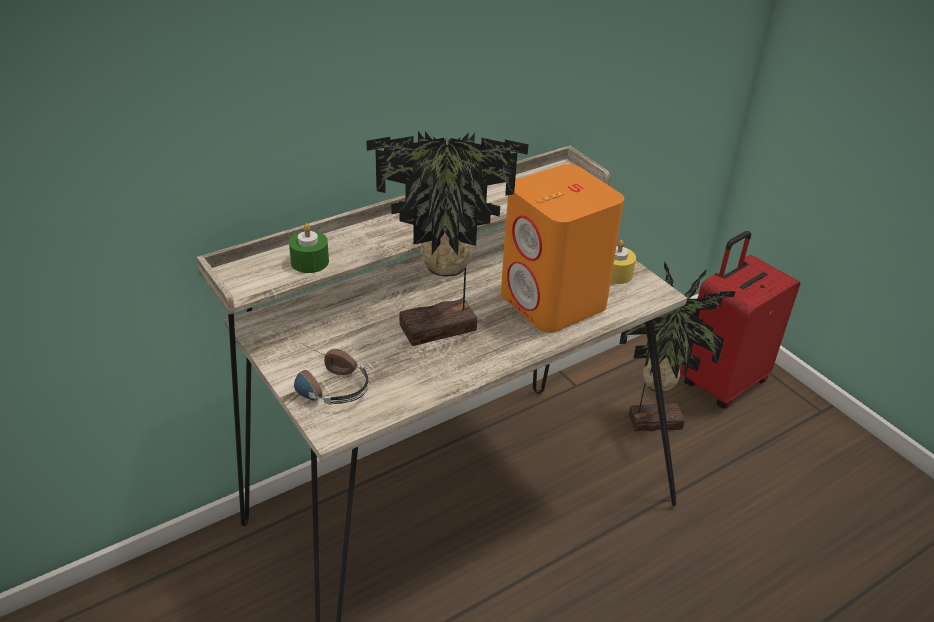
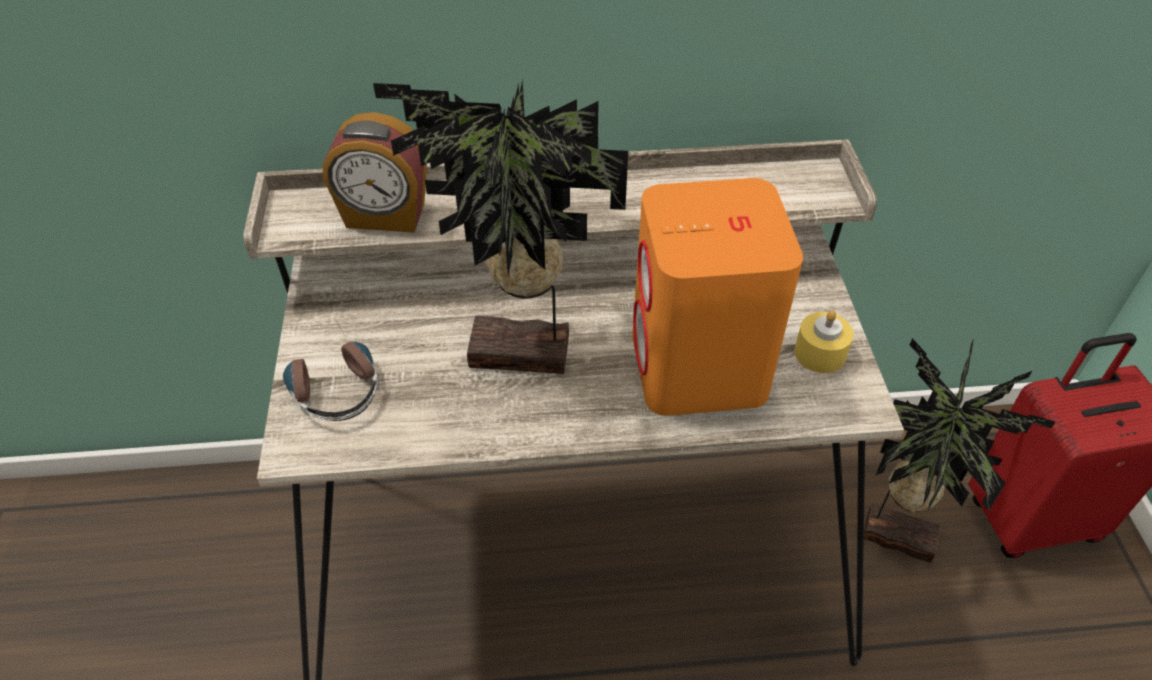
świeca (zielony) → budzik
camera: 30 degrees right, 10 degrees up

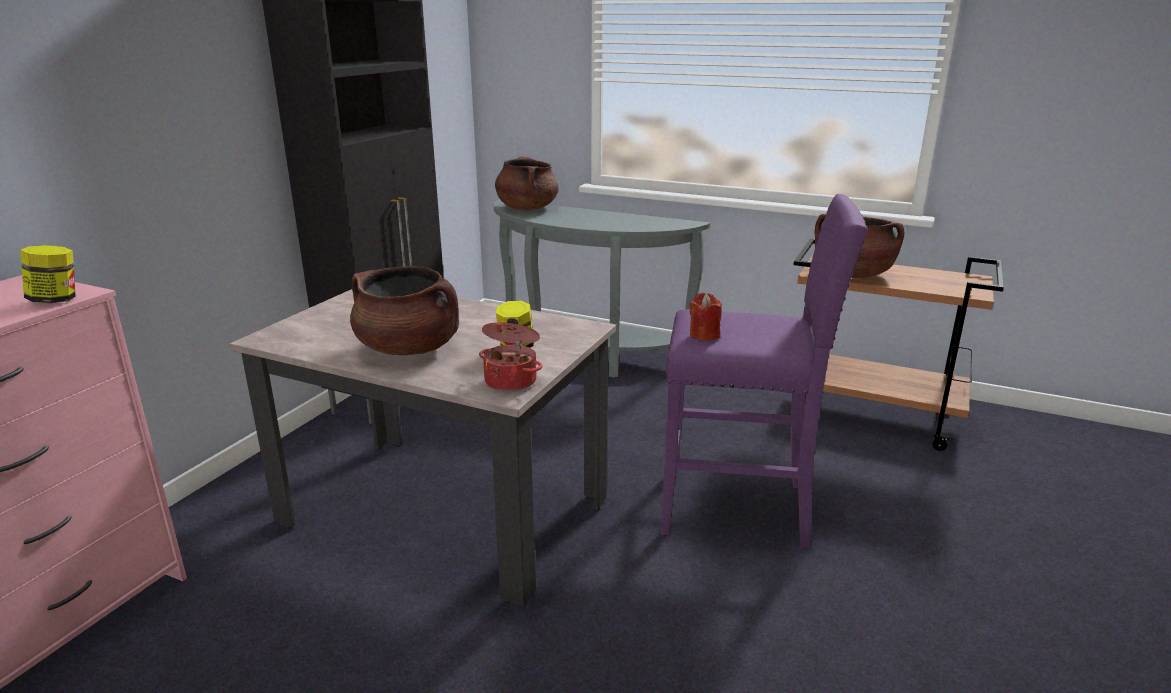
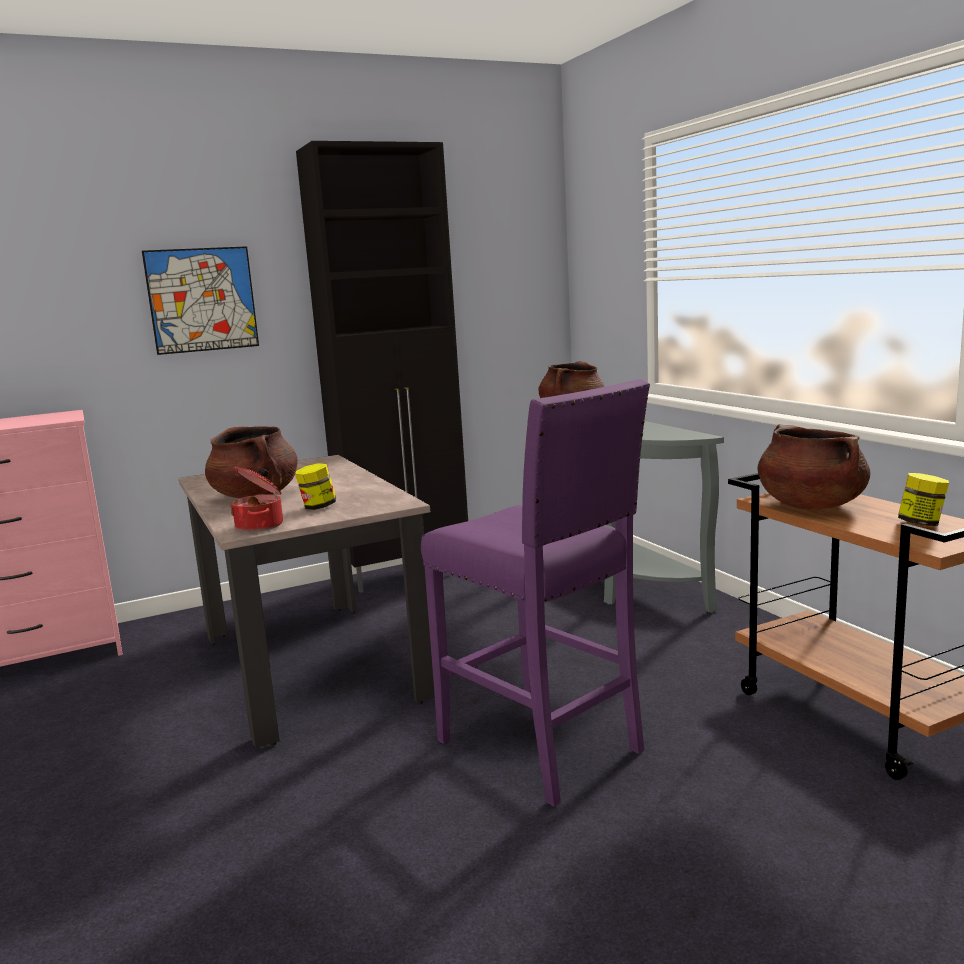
słoik (no. 1 from left in the first image) → słoik (no. 2 from left), shifted
świeca (czerwony) → -
- → obraz
camera: 40 degrees right, 10 degrees down

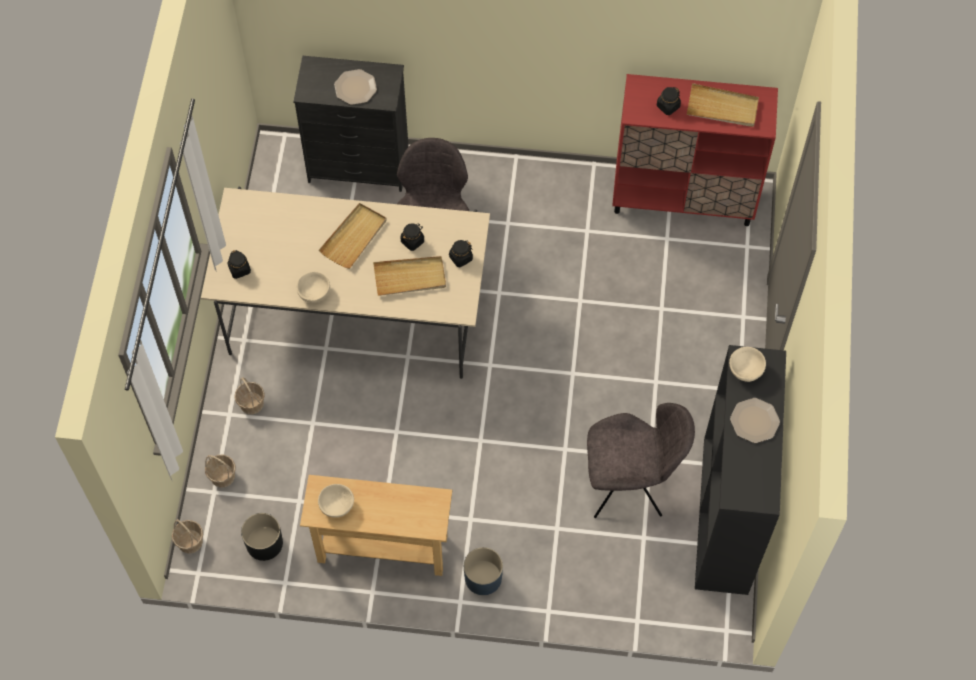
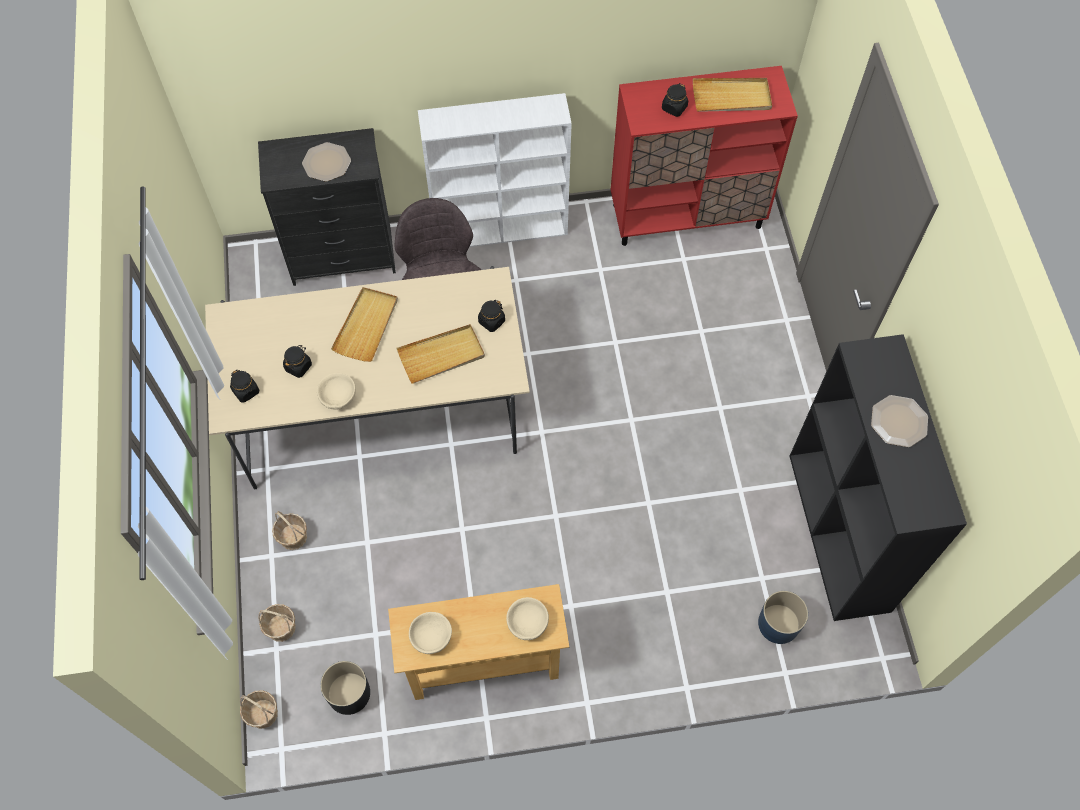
słoik (czarny) (no. 2 from left), shifted
donica (niebieski), shifted
krzesło (szary) (no. 2 from left) → -
miska (beżowy) (no. 3 from left), shifted
- → regał (biały)
camera: 15 degrees left, 0 degrees up

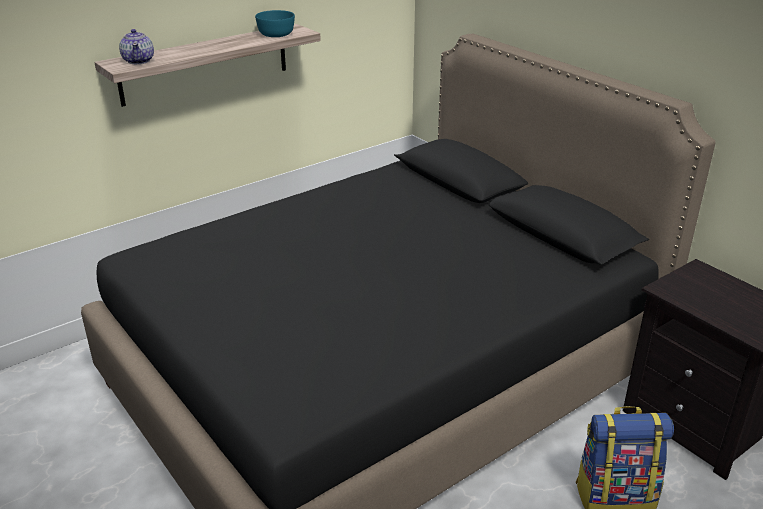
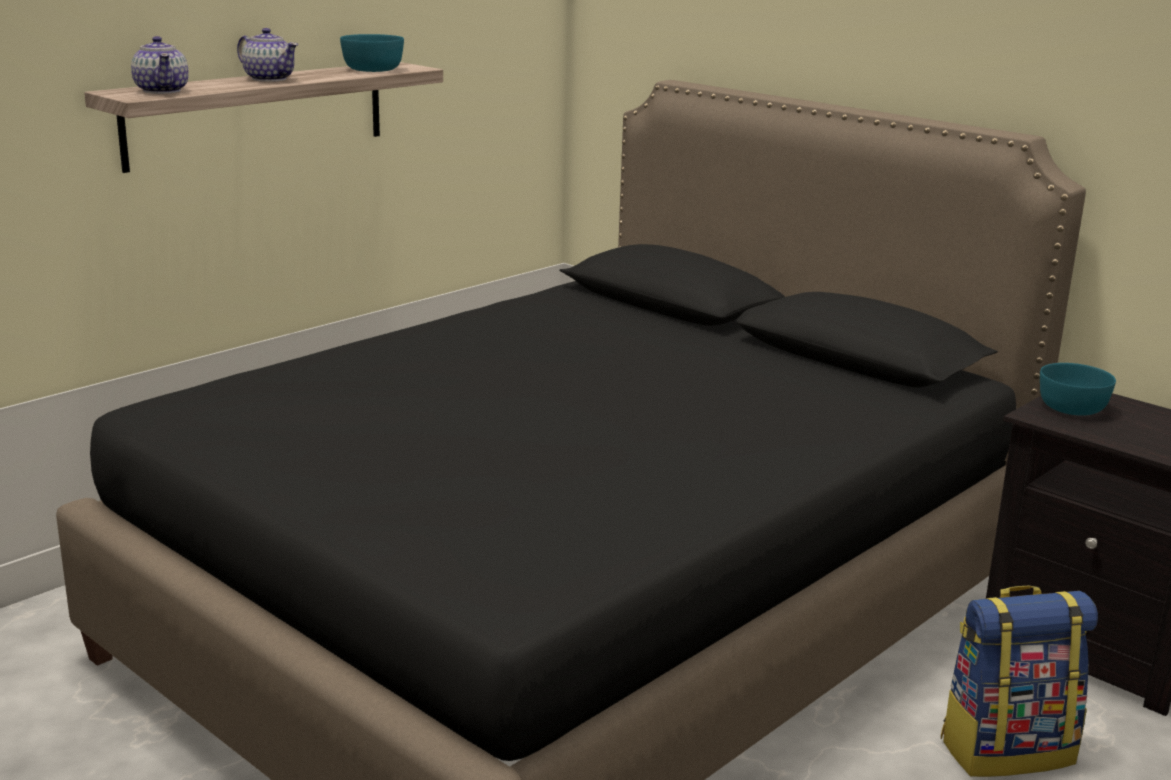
- → imbryk (no. 2 from left)
- → miska (turkusowy) (no. 2 from left)
camera: 10 degrees left, 10 degrees down

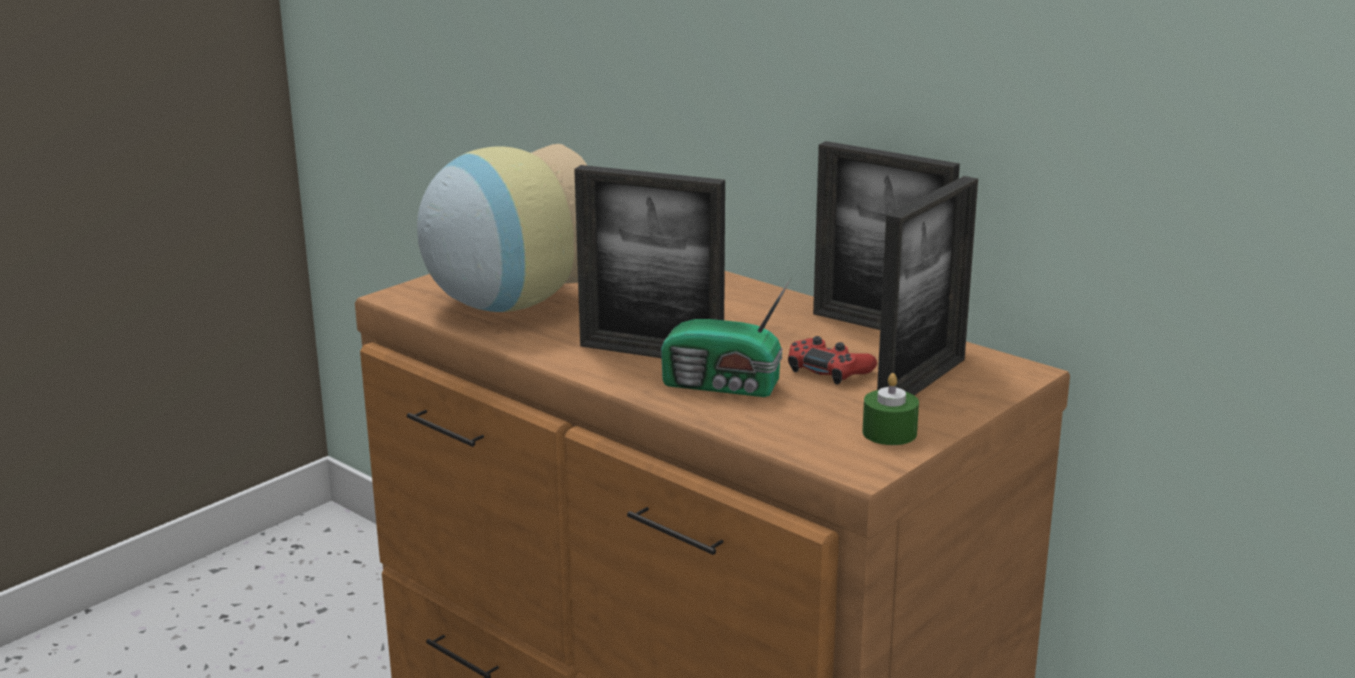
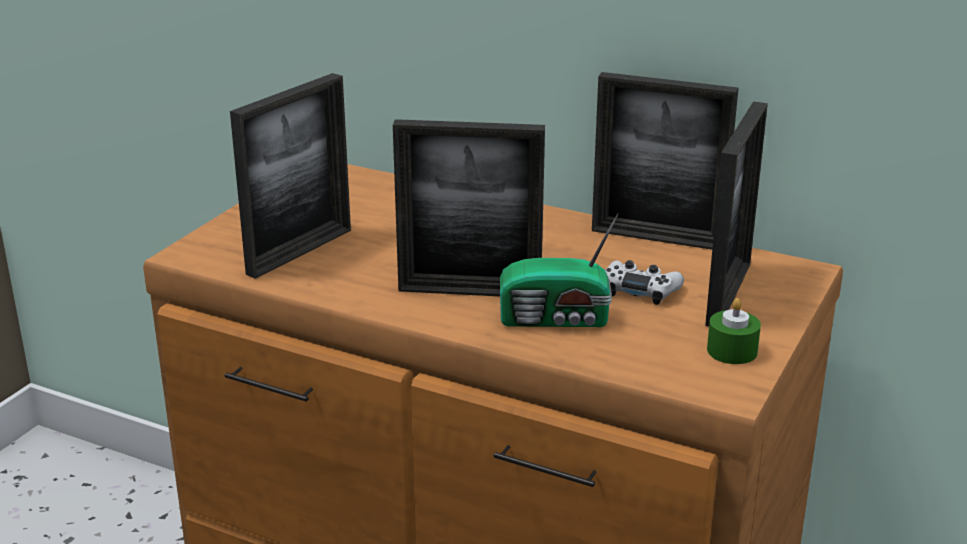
wazon → ramka na zdjęcie (no. 1 from left)
pad do gier (czerwony) → pad do gier (biały)
camera: 15 degrees left, 5 degrees up

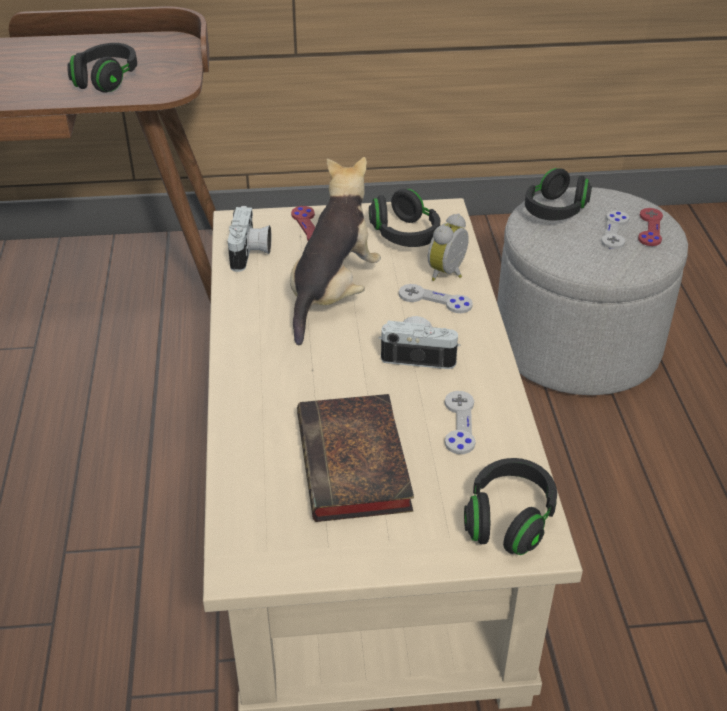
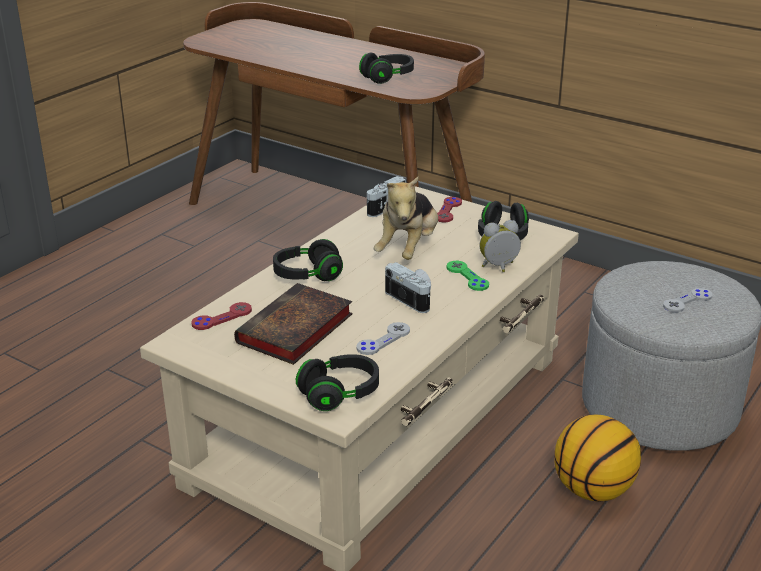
pluszak, 135 degrees clockwise
pad do gier (szary) (no. 1 from left) → pad do gier (zielony)
słuchawki (czarny) (no. 4 from left in the first image) → słuchawki (czarny) (no. 1 from left), shifted
pad do gier (czerwony) (no. 2 from left in the first image) → pad do gier (czerwony) (no. 1 from left), shifted
- → piłka do koszykówki
camera: 40 degrees right, 10 degrees down

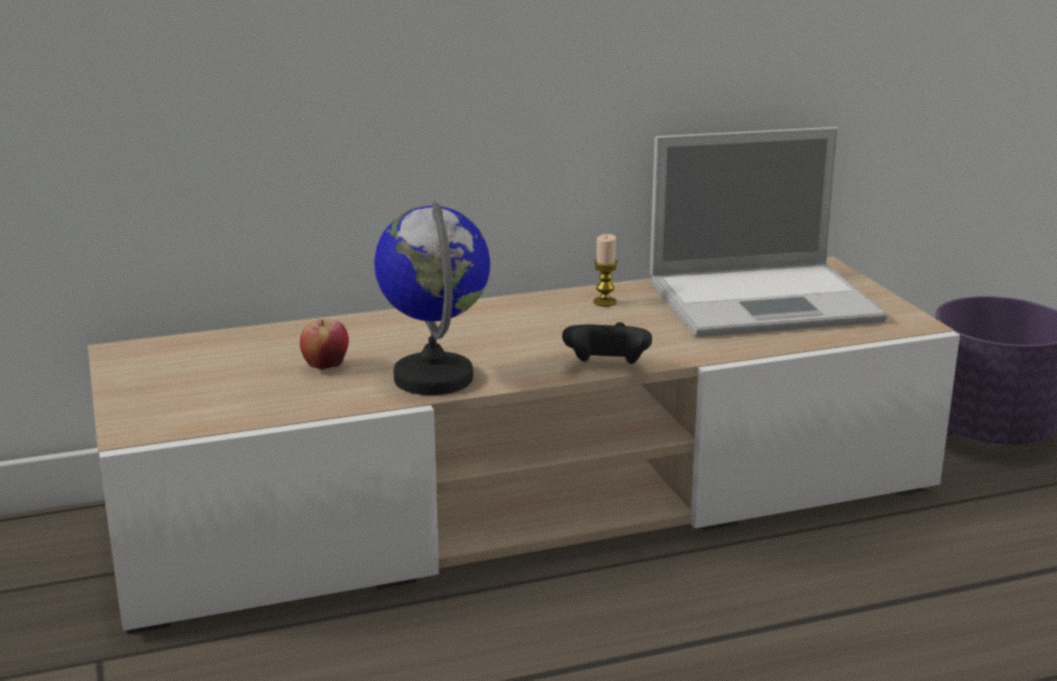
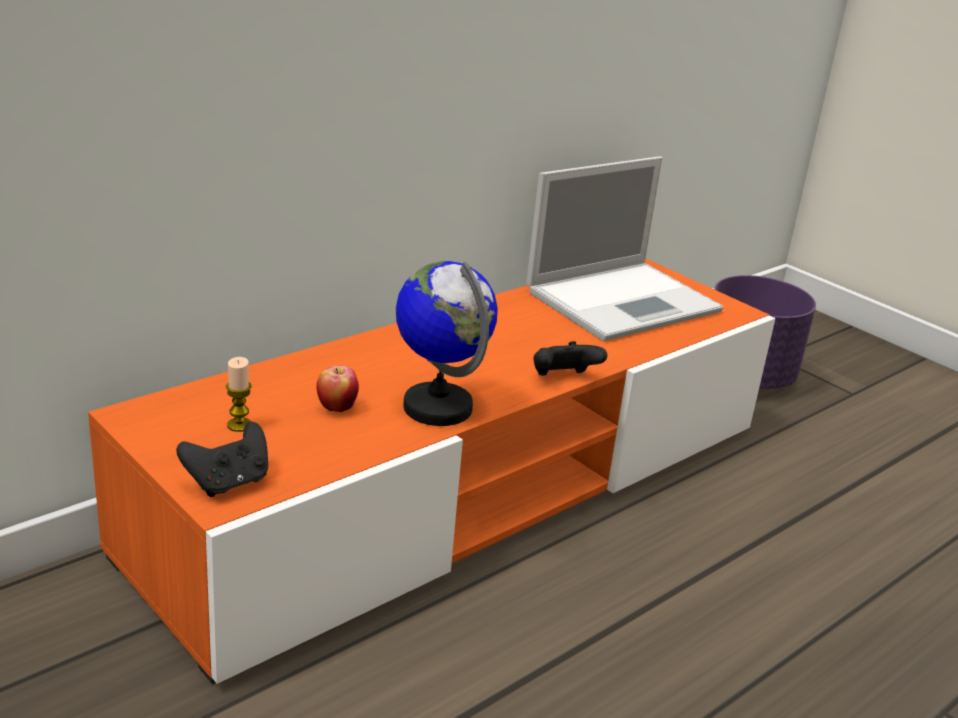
szafka pod telewizor (beżowy) → szafka pod telewizor (pomarańczowy)
świeca, shifted
- → pad do gier (czarny) (no. 1 from left)
camera: 25 degrees left, 5 degrees up

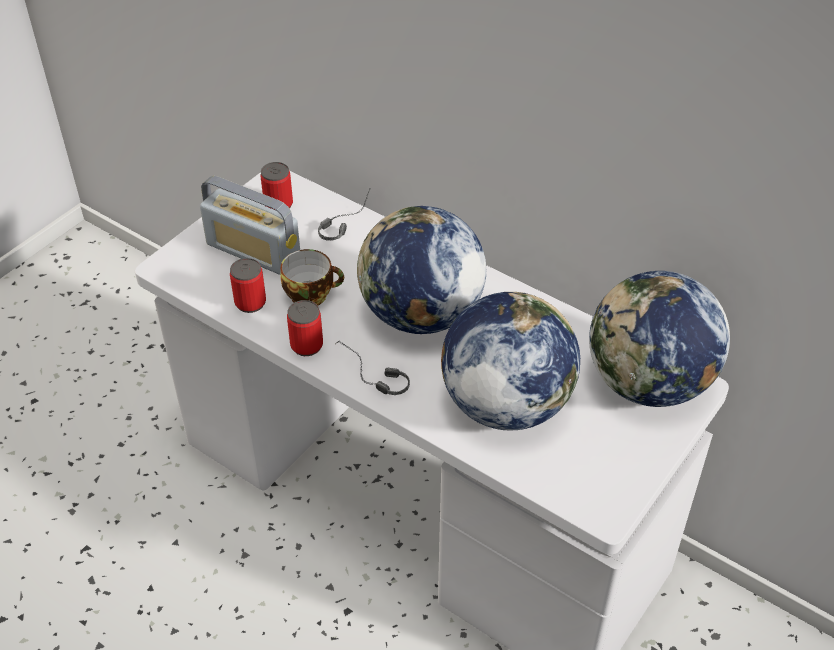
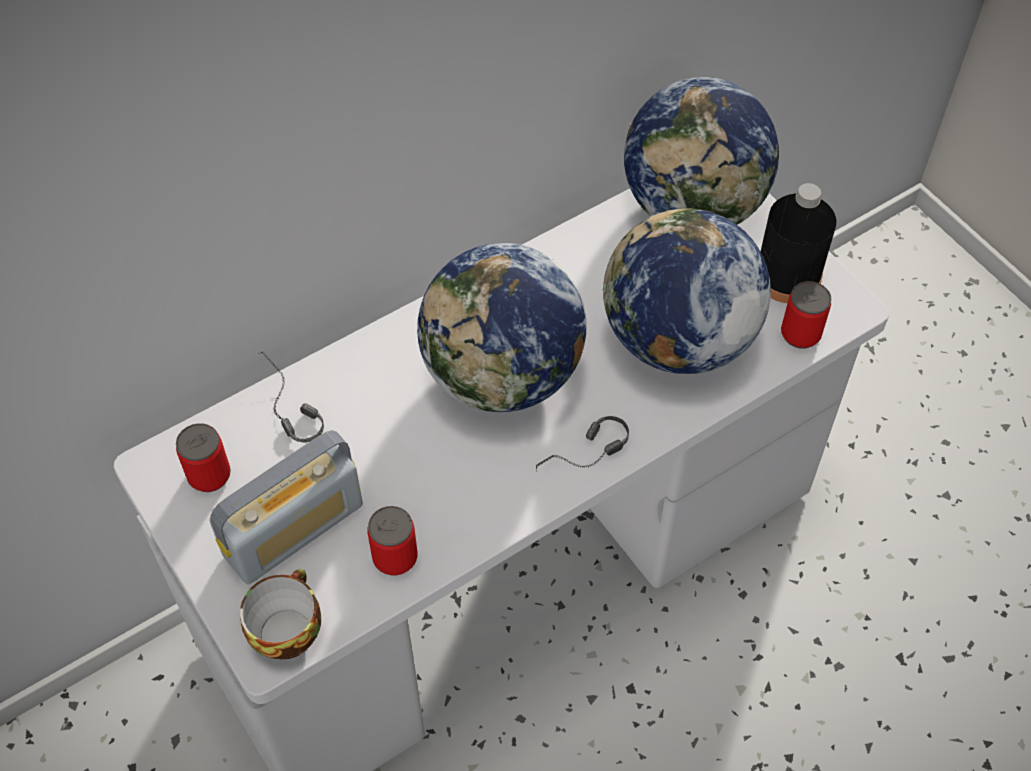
filiżanka, shifted
puszka (no. 3 from left), shifted
- → butelka (czarny)
camera: 70 degrees left, 10 degrees up

